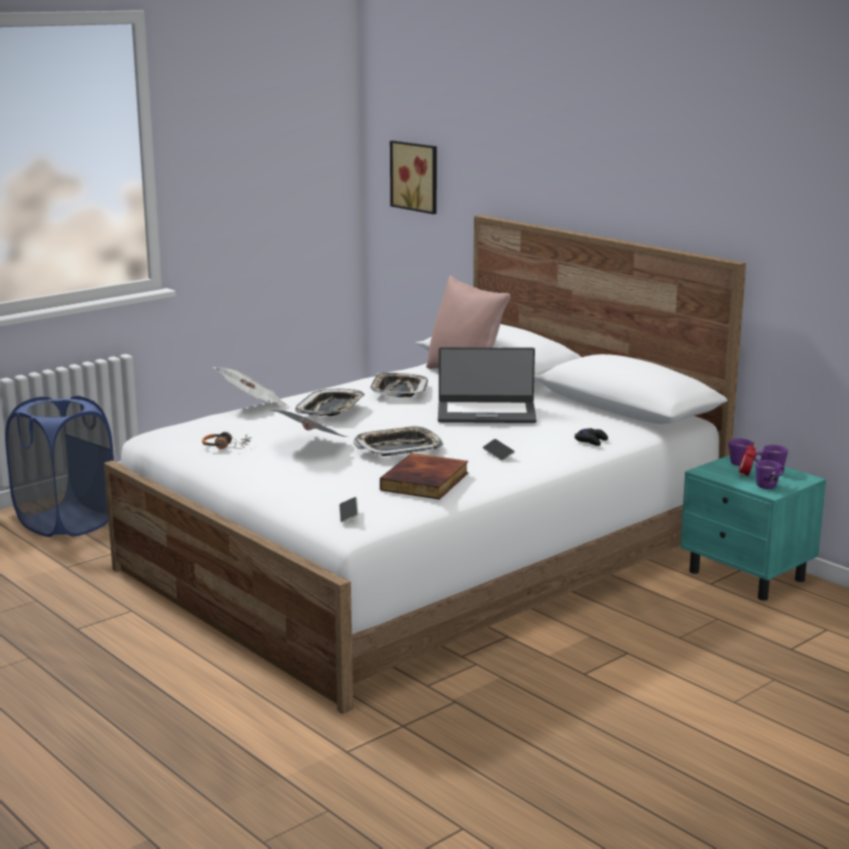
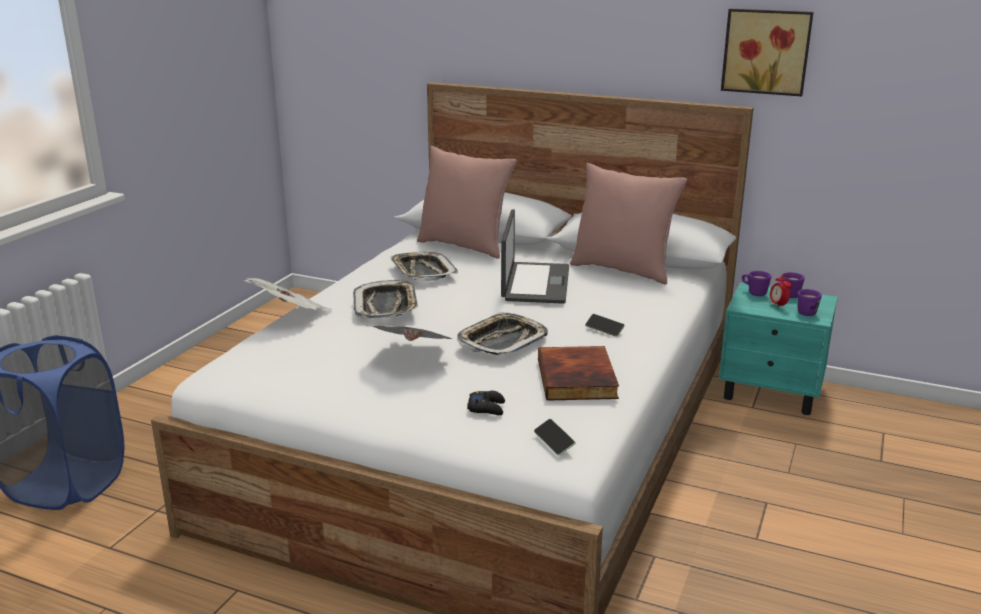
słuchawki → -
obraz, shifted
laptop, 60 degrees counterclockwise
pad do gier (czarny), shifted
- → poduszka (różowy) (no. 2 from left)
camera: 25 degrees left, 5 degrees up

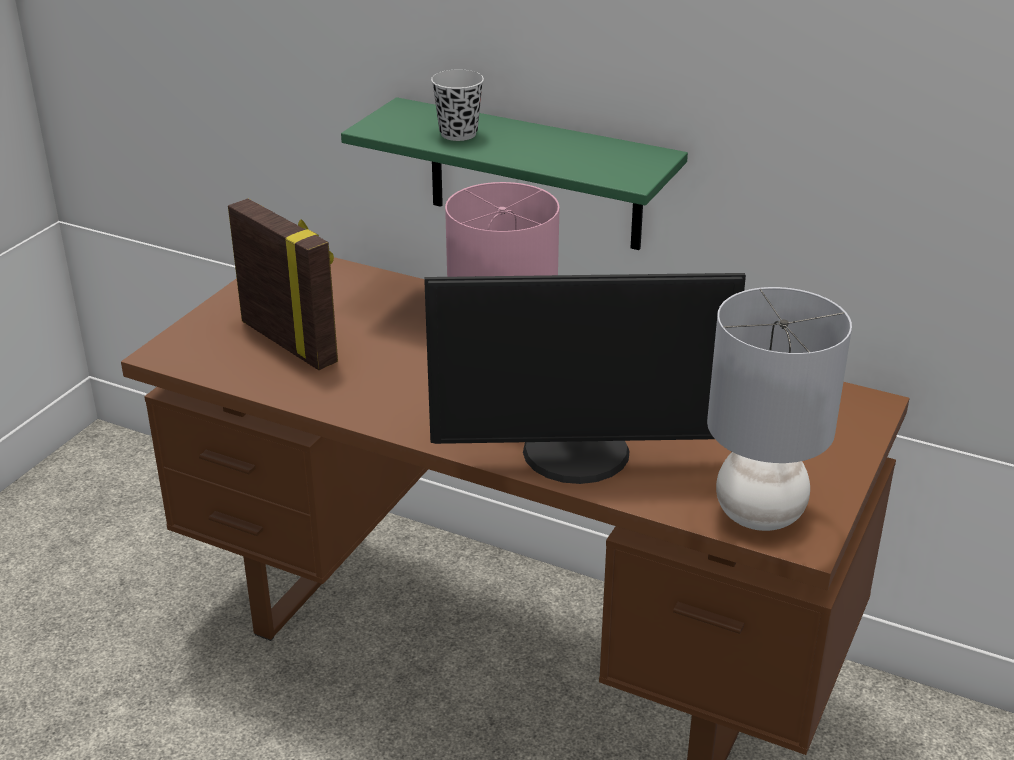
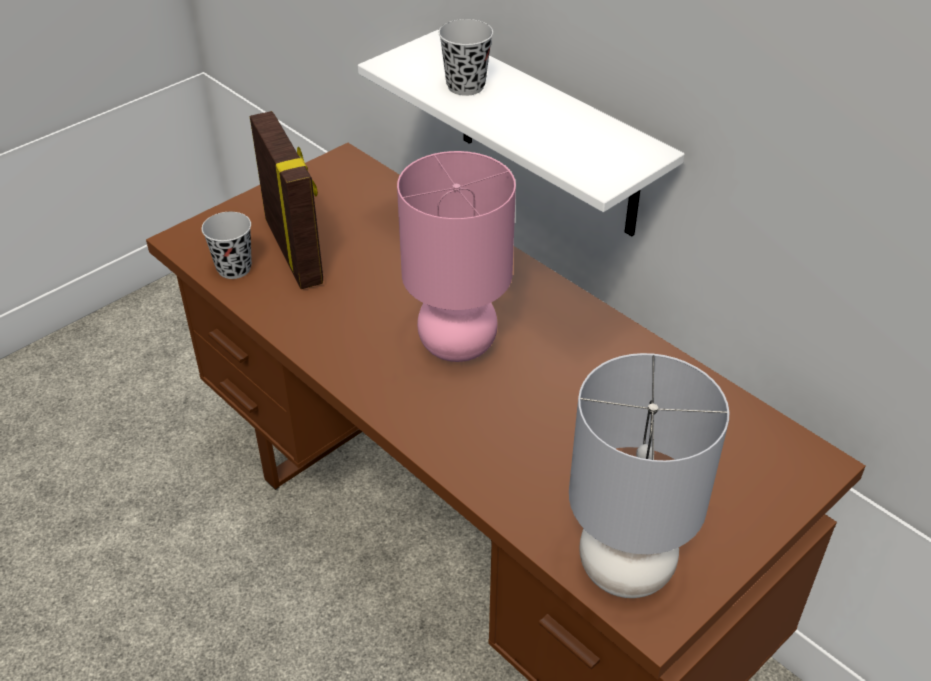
półka (zielony) → półka (biały)
monitor → -
- → filiżanka (czarny) (no. 1 from left)
camera: 20 degrees right, 10 degrees up

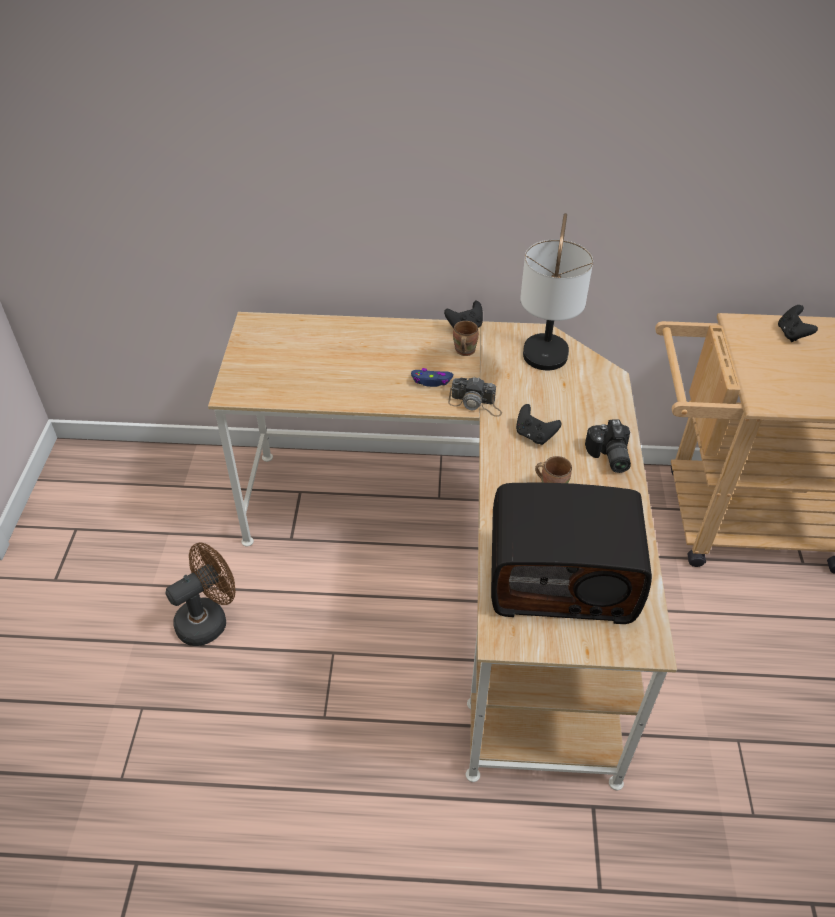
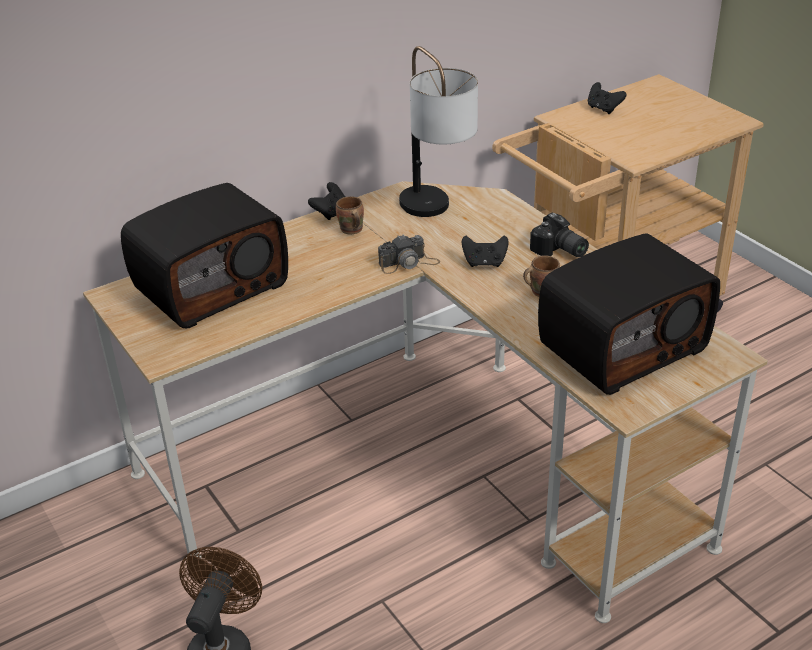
pad do gier (niebieski) → -
- → radio (no. 1 from left)
camera: 35 degrees left, 10 degrees down

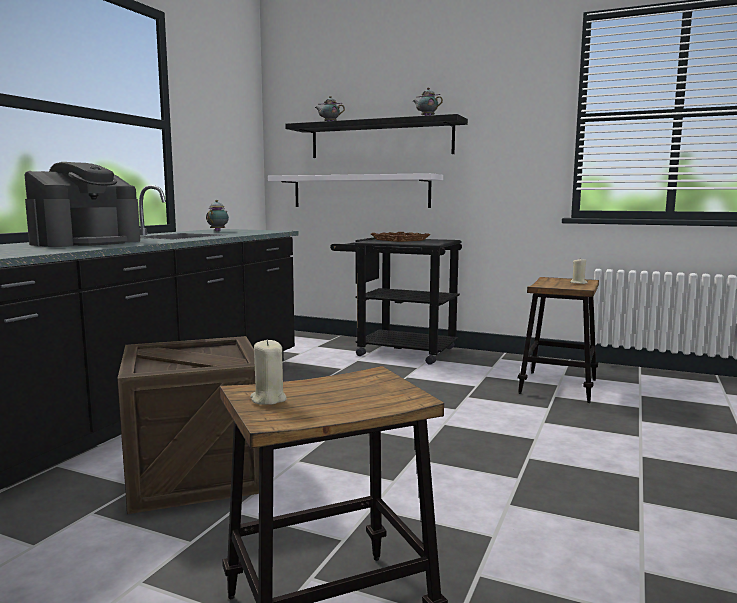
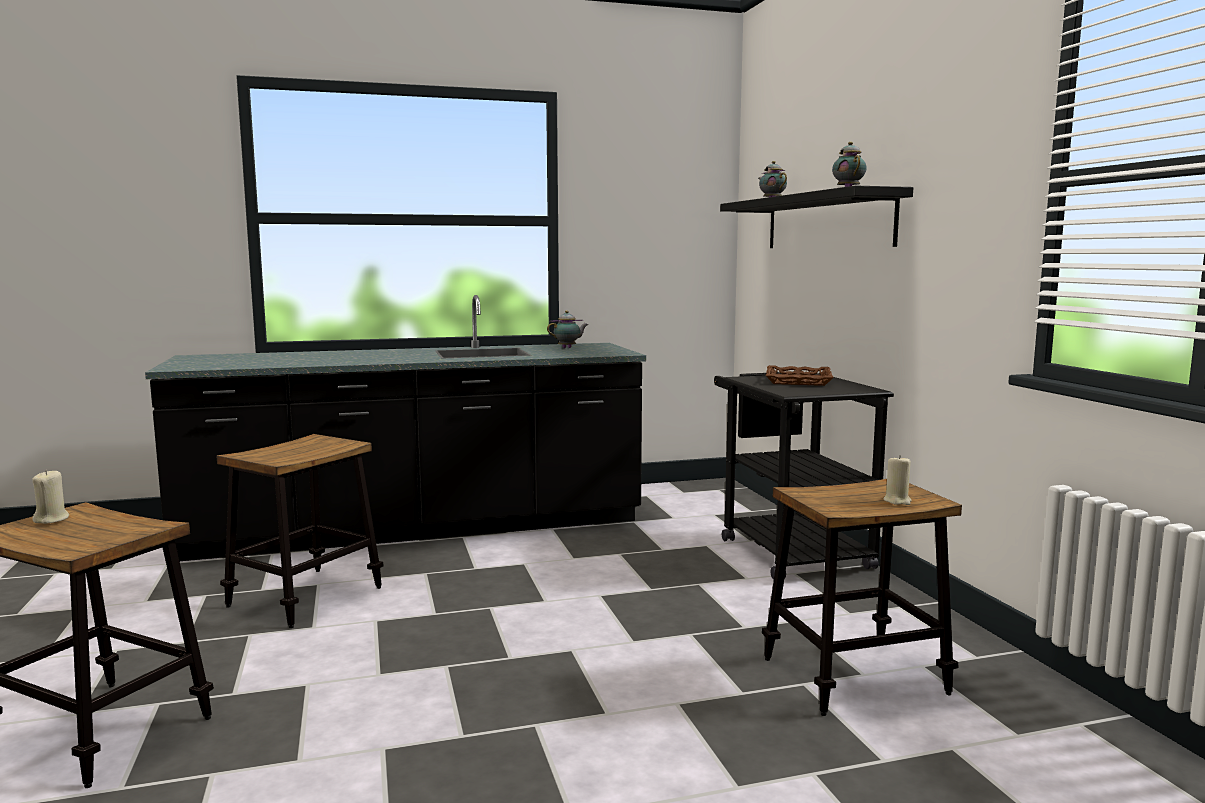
ekspres do kawy → -
skrzynka → stołek (no. 2 from left)
półka (biały) → -
camera: 50 degrees right, 0 degrees up

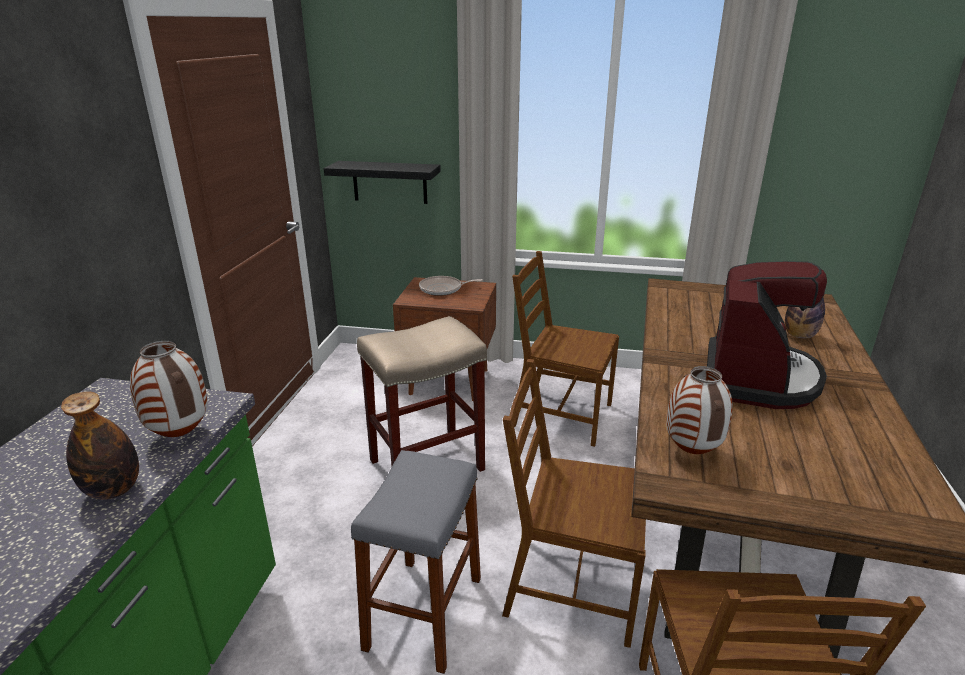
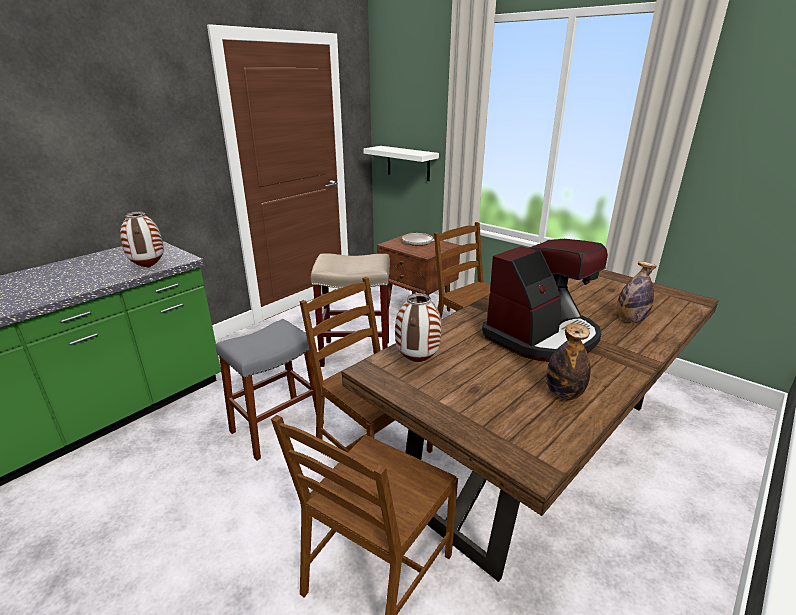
butelka (no. 1 from left), shifted
półka (czarny) → półka (biały)
camera: 30 degrees right, 0 degrees up

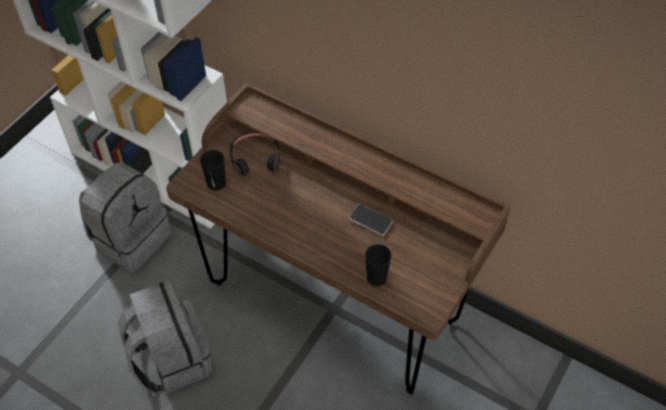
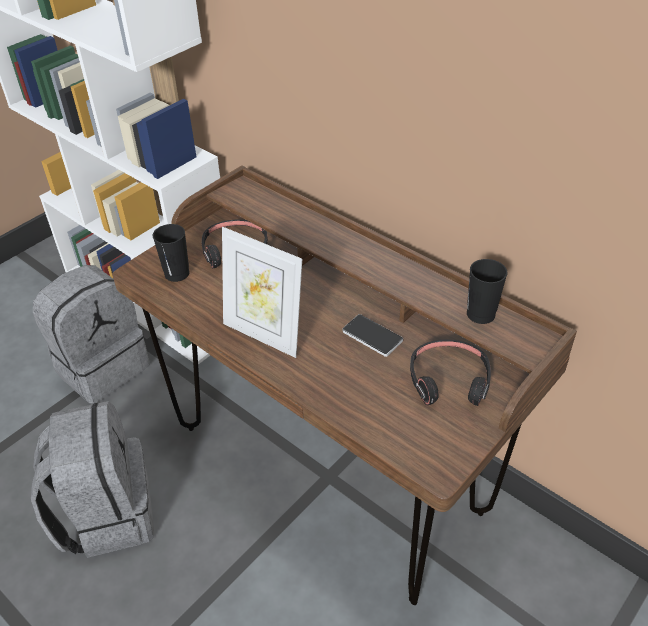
filiżanka (czarny) (no. 2 from left), shifted
- → ramka na zdjęcie
- → słuchawki (czarny) (no. 2 from left)
camera: 10 degrees right, 10 degrees down

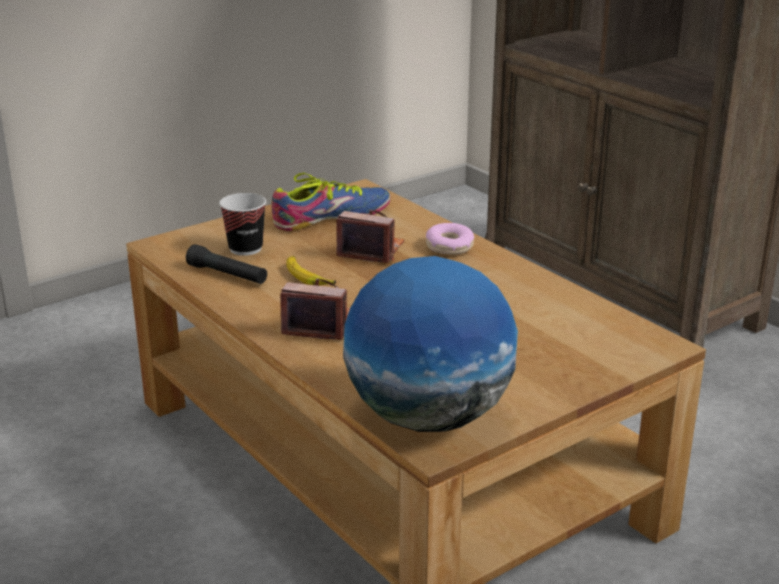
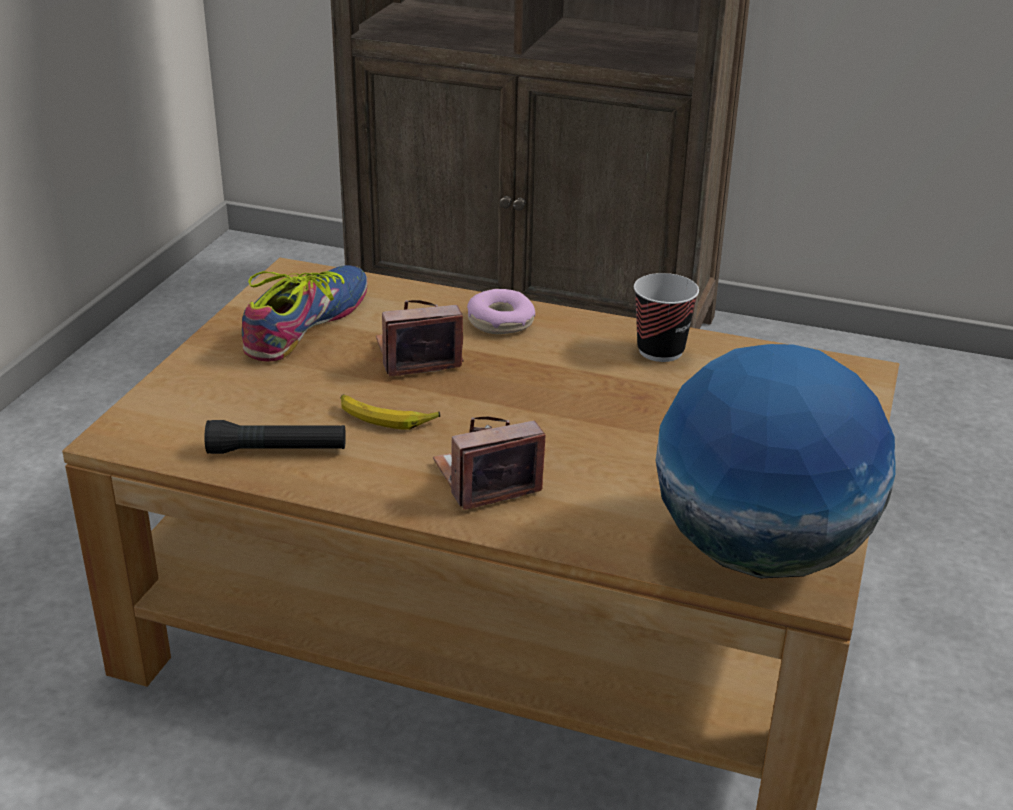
filiżanka, shifted
camera: 35 degrees left, 5 degrees up

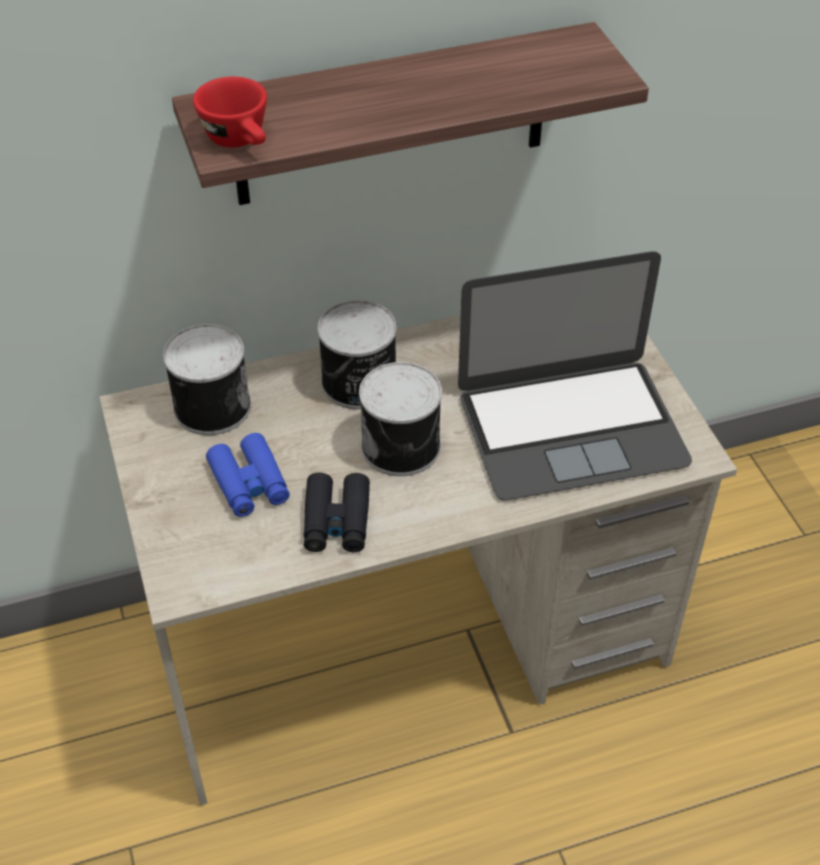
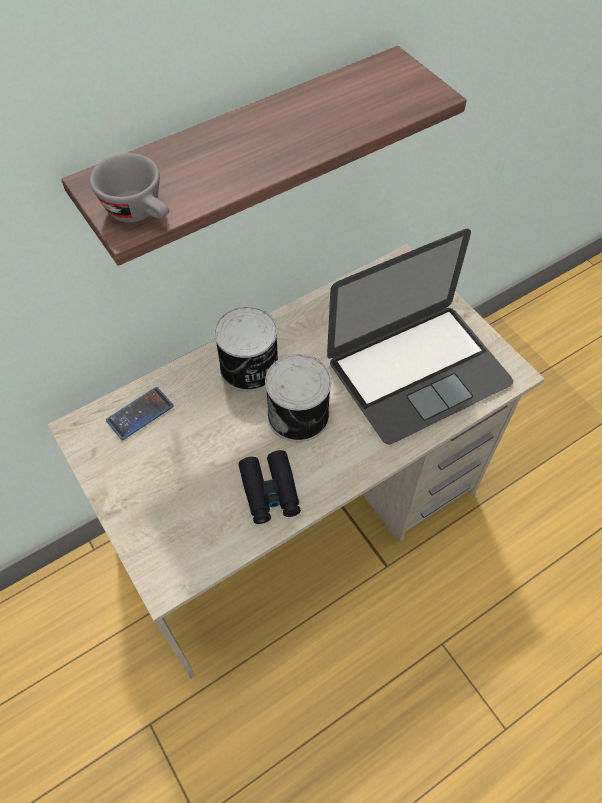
puszka (no. 1 from left) → telefon
filiżanka (czerwony) → filiżanka (szary)
lornetka (niebieski) → -
camera: 15 degrees left, 10 degrees up

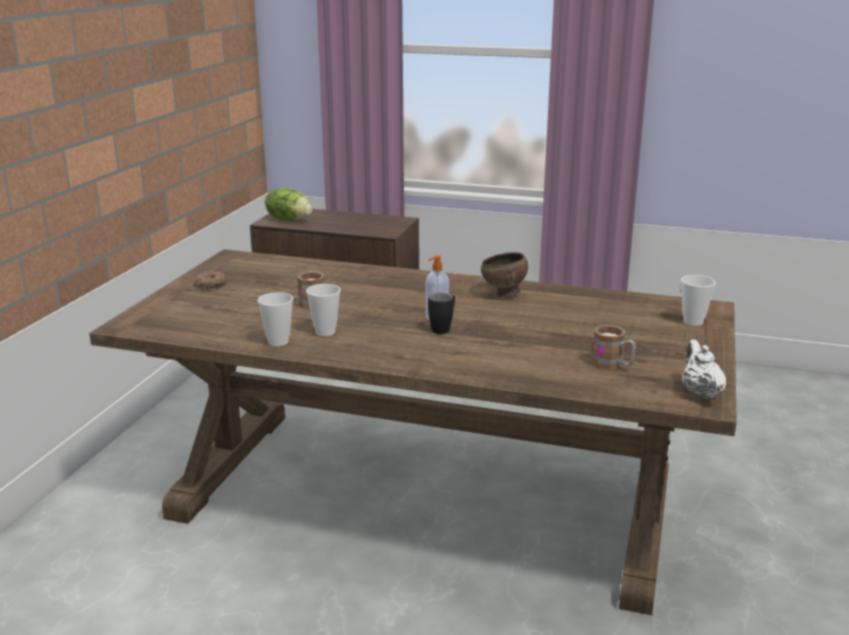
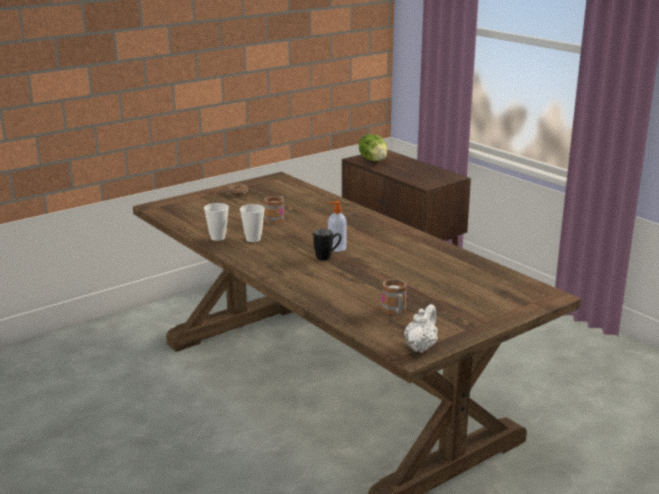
miska (brązowy) → -
filiżanka (no. 3 from left) → -
camera: 35 degrees right, 0 degrees up

